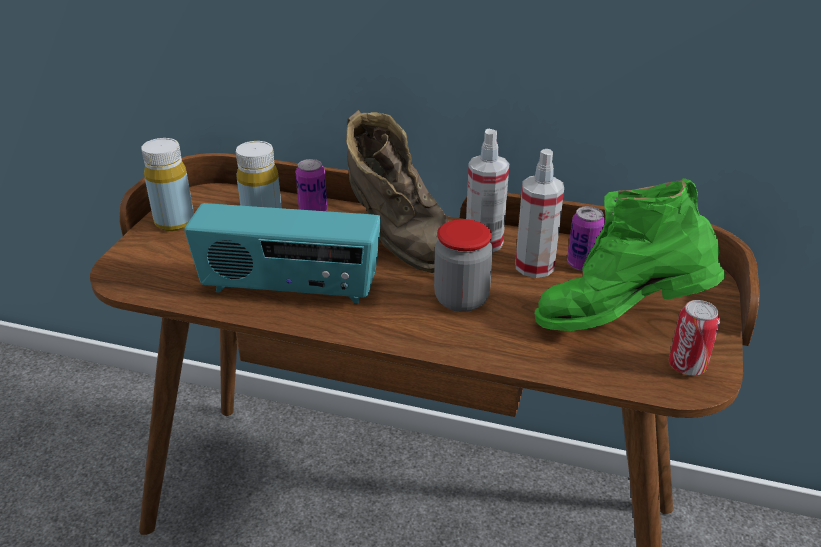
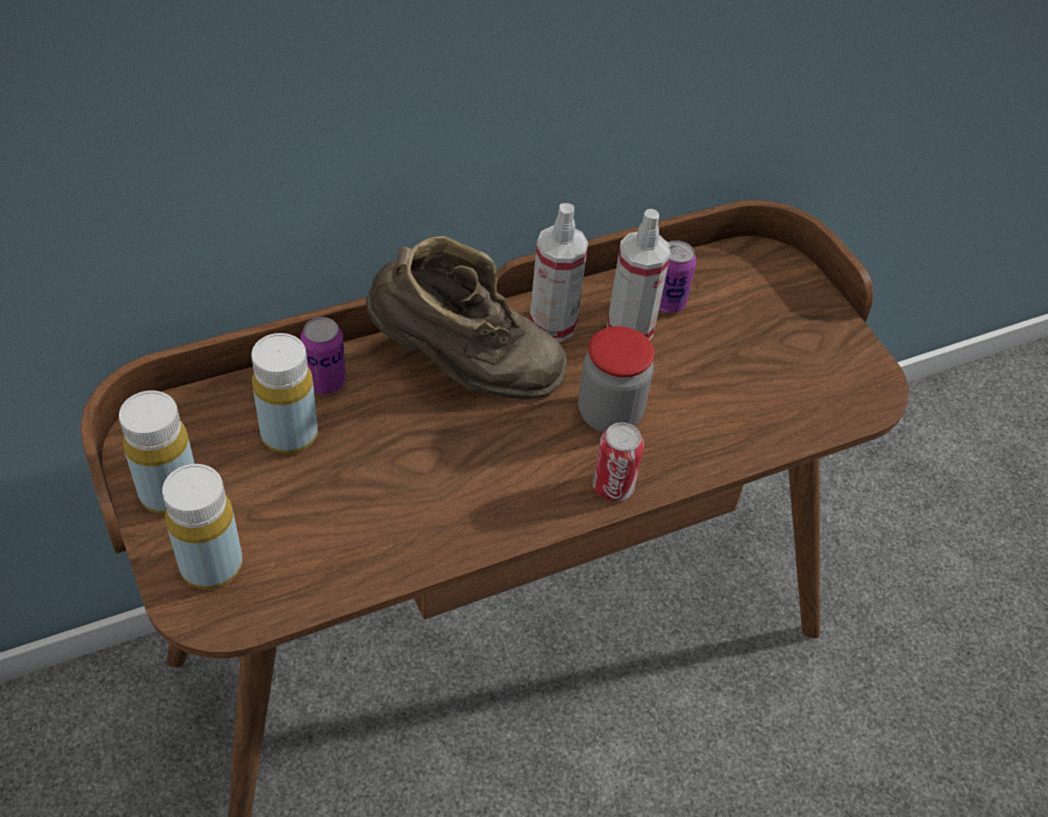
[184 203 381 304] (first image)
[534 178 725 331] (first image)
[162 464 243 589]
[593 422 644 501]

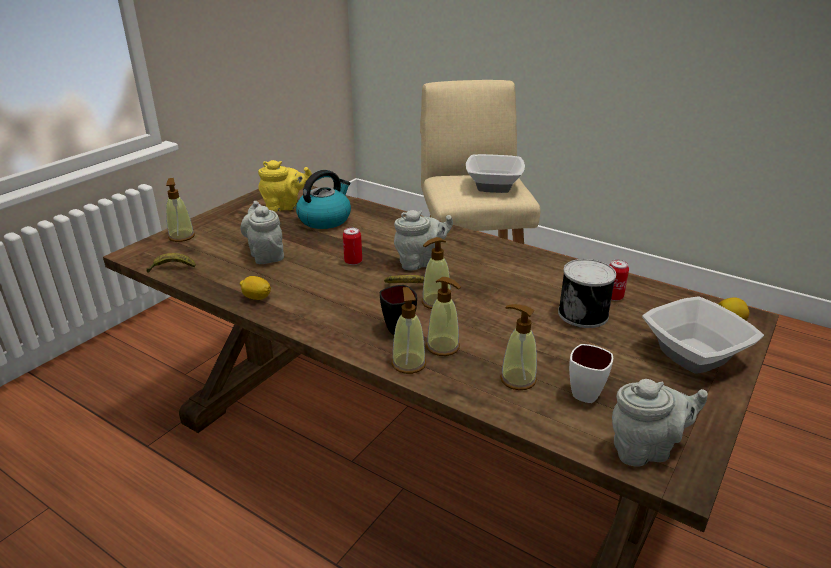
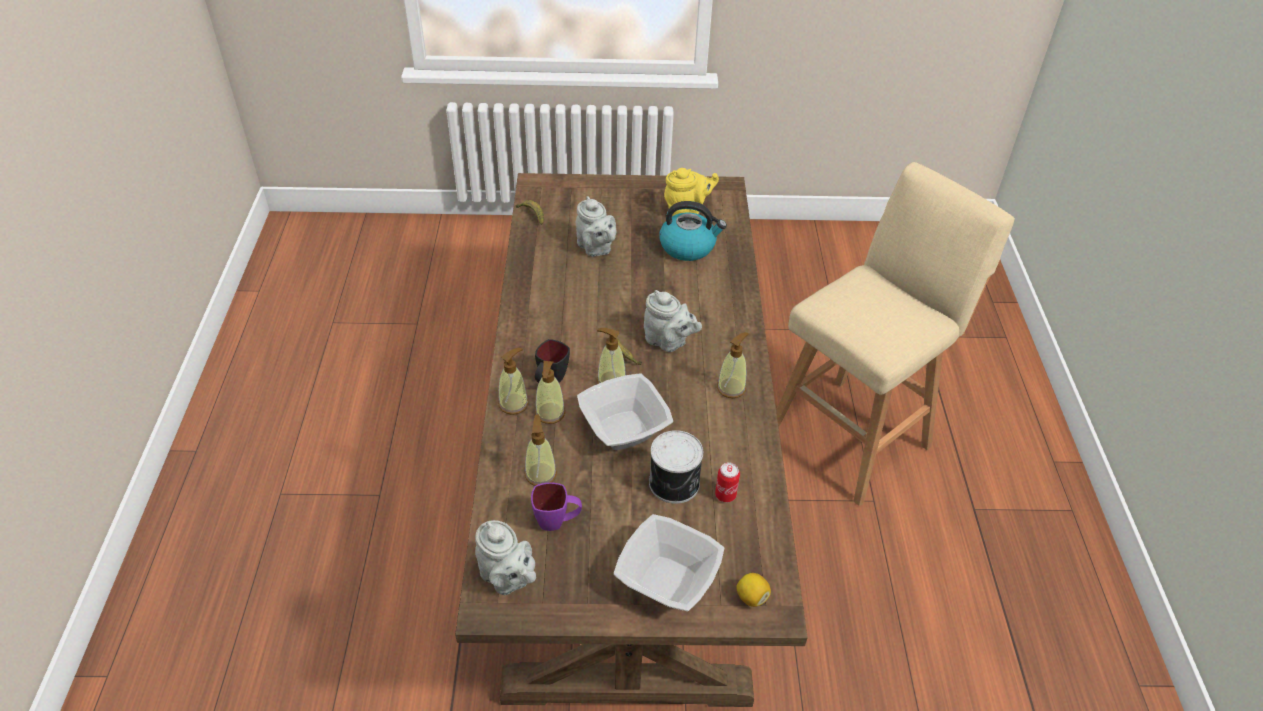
[240 276 271 300] (first image)
[343 227 362 265] (first image)
[717 332 749 398]
[577 373 673 450]
[531 483 582 531]
[576 196 617 257]
[664 168 719 216]

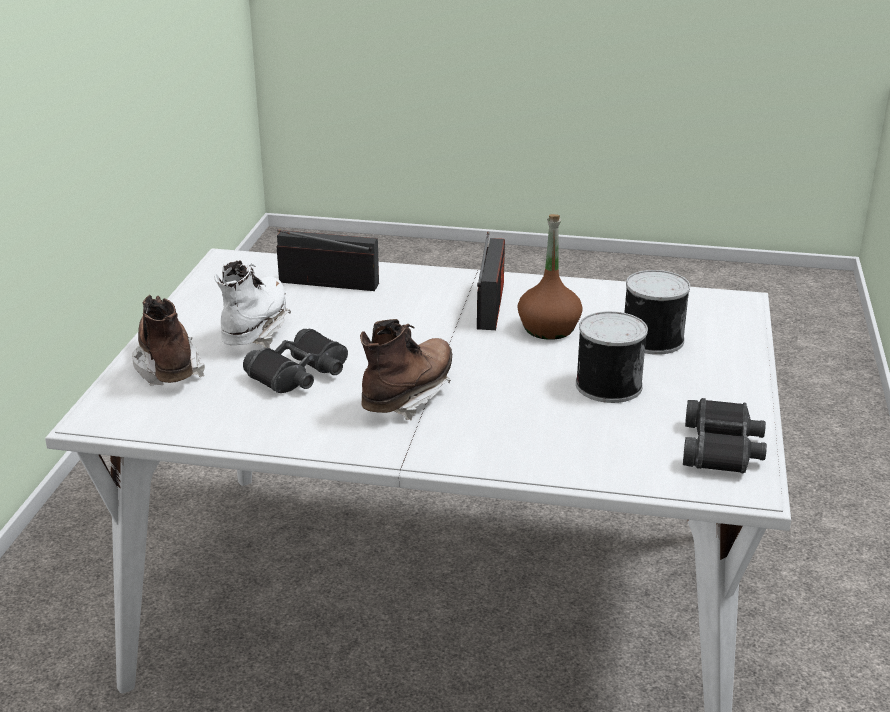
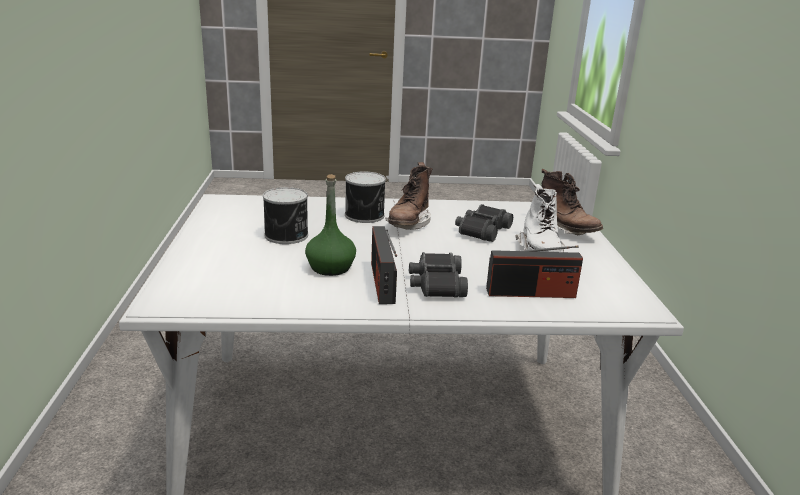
[345 171 386 223]
[409 252 468 298]
[305 174 356 276]

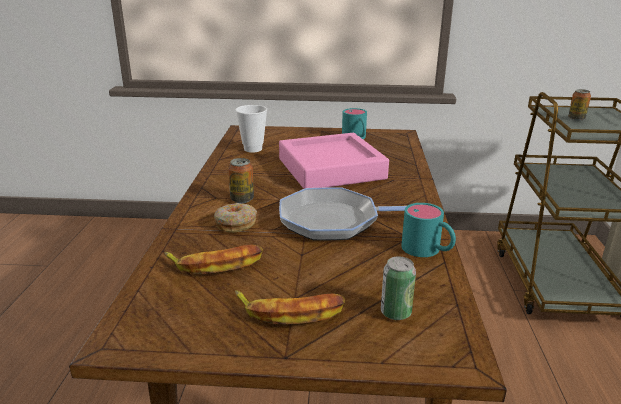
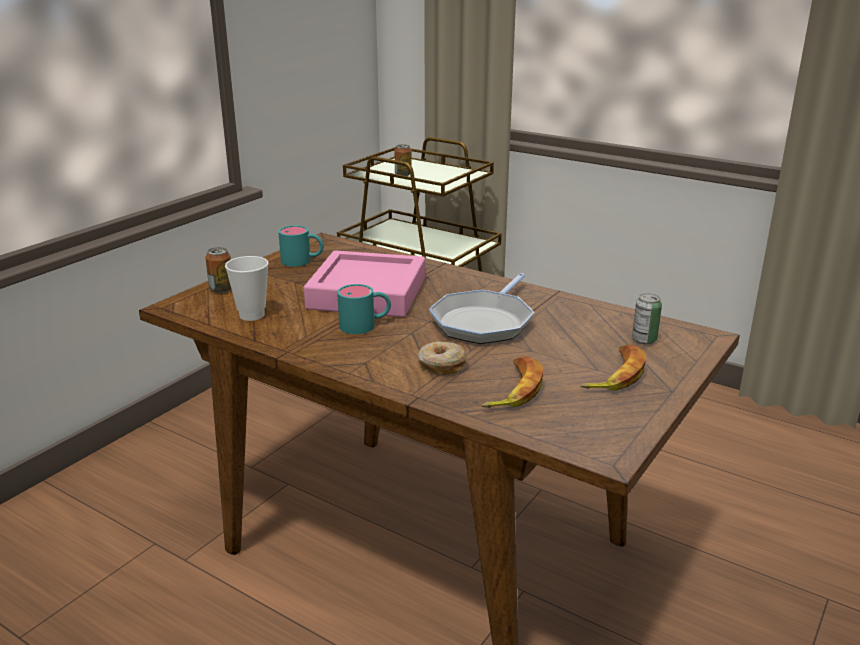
[206 247 231 293]
[337 284 391 334]

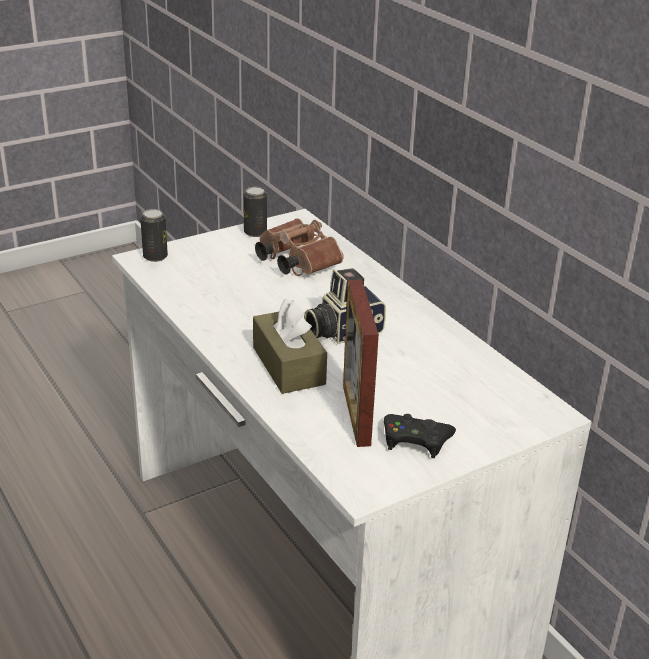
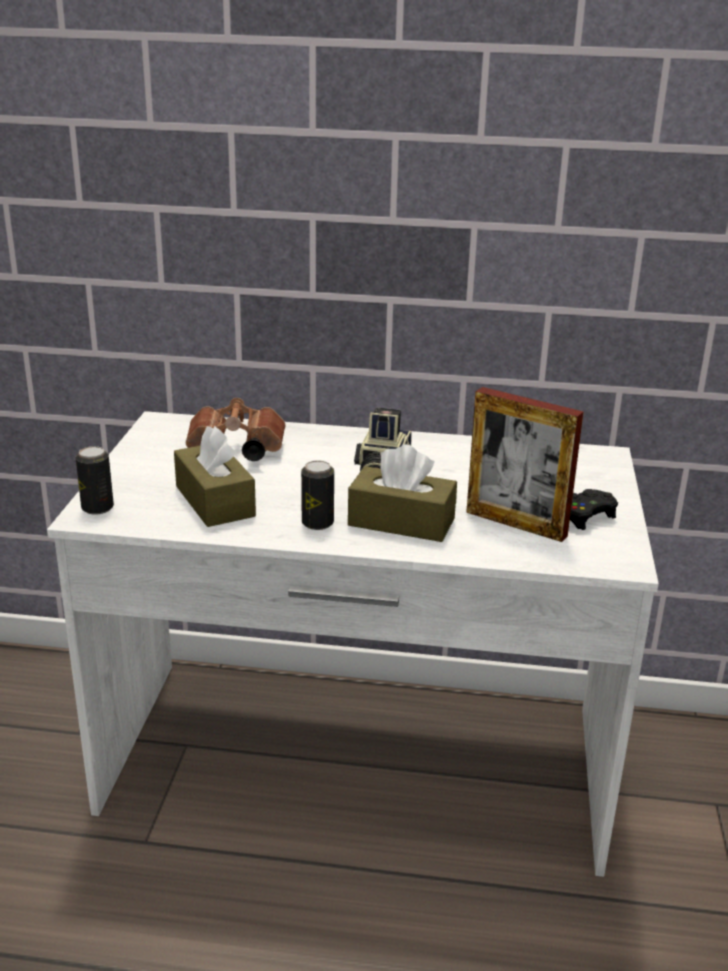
[174 426 256 527]
[301 460 334 530]

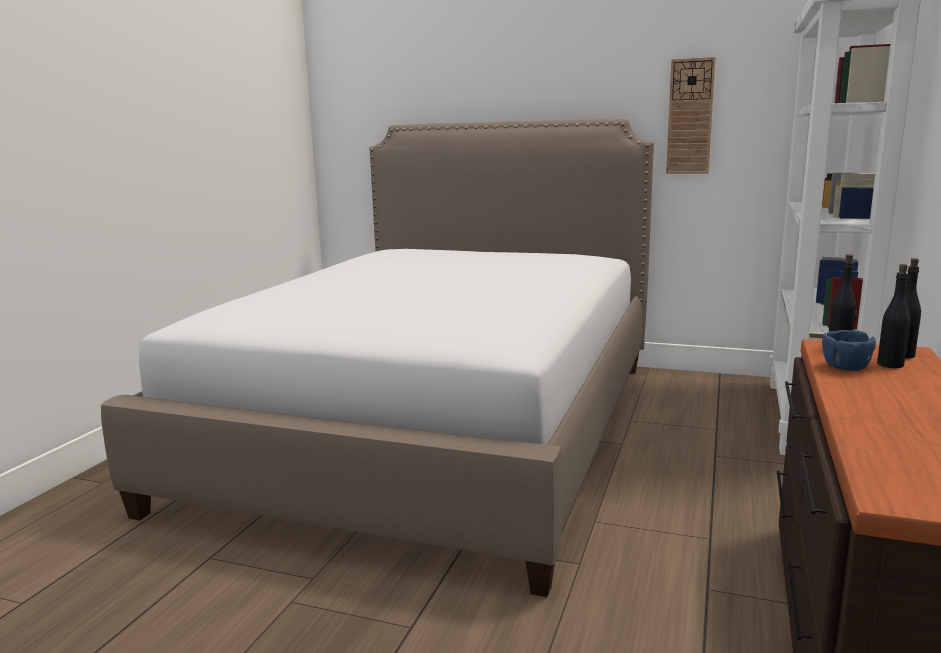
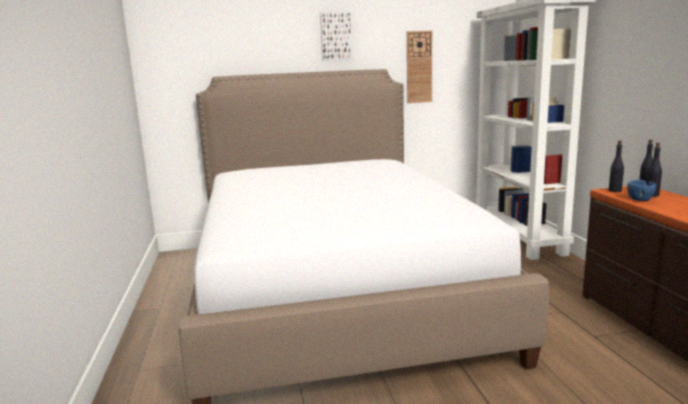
[320 12 353 61]

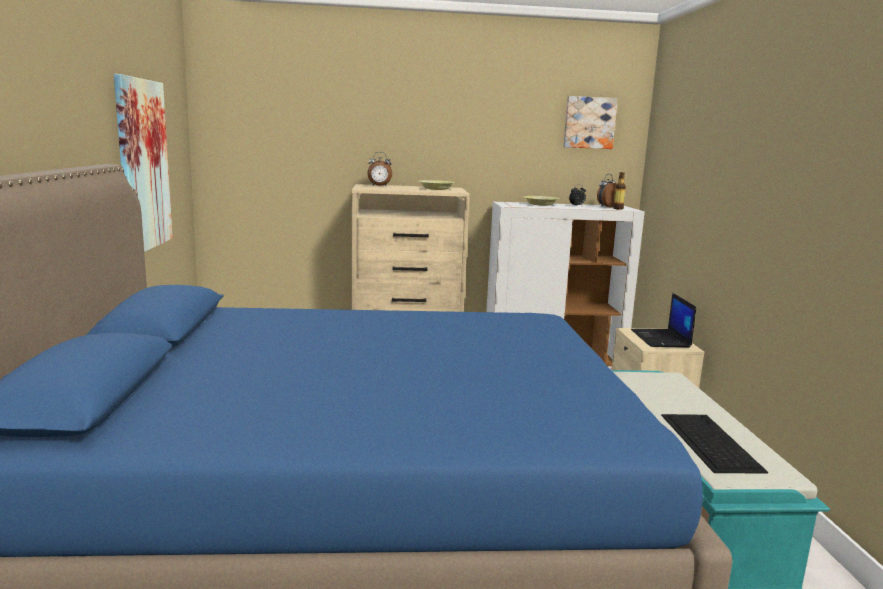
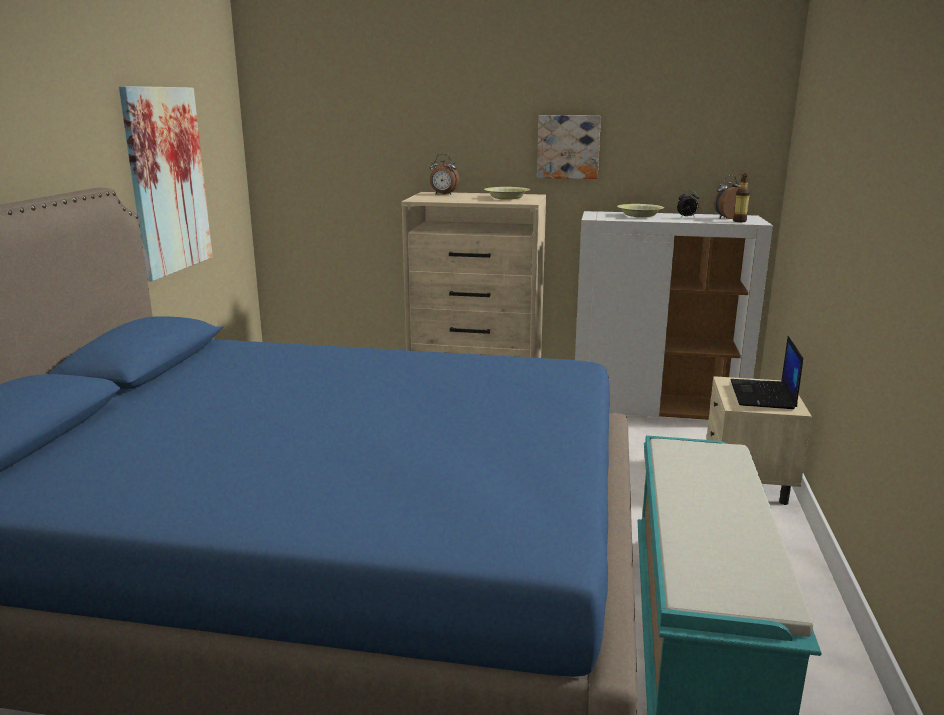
[661 414 768 474] (first image)
[537 115 601 179]

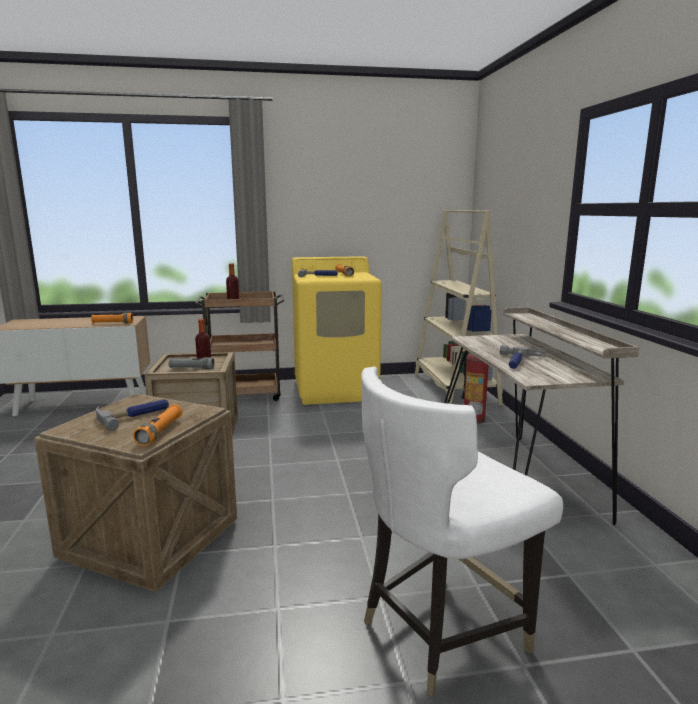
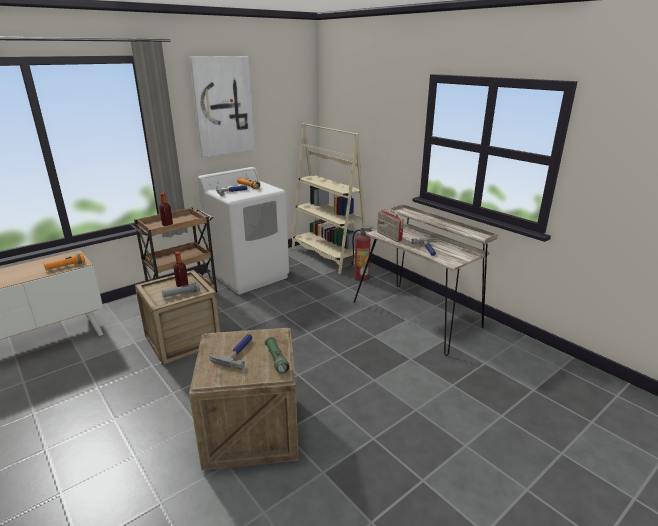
[361 367 563 697] (first image)
[189 56 255 157]
[377 209 404 242]
[265 337 290 374]
[198 167 289 295]

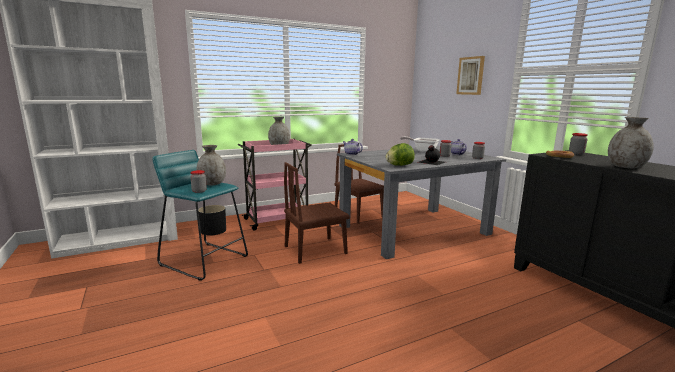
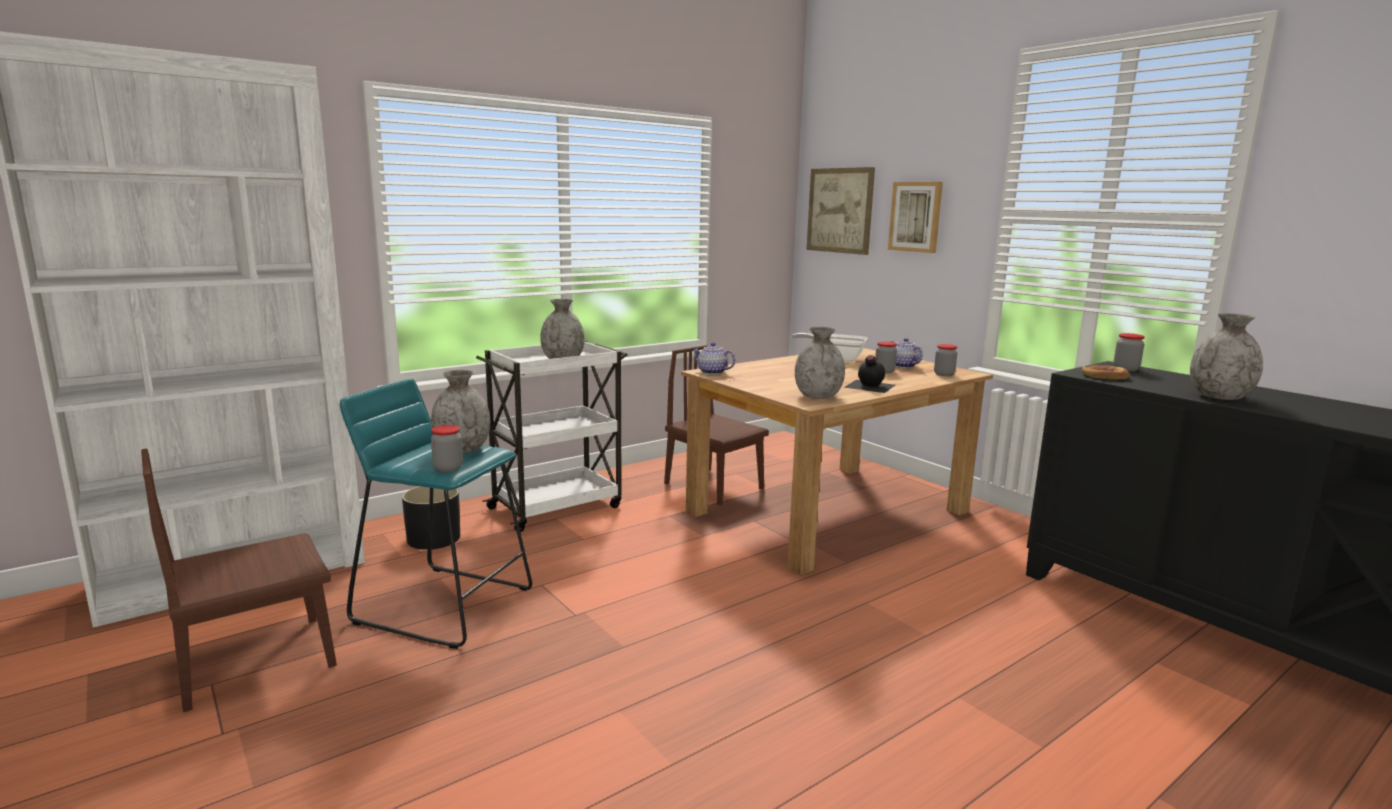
[806 167 875 255]
[141 449 337 712]
[795 327 845 399]
[476 340 628 532]
[681 348 993 575]

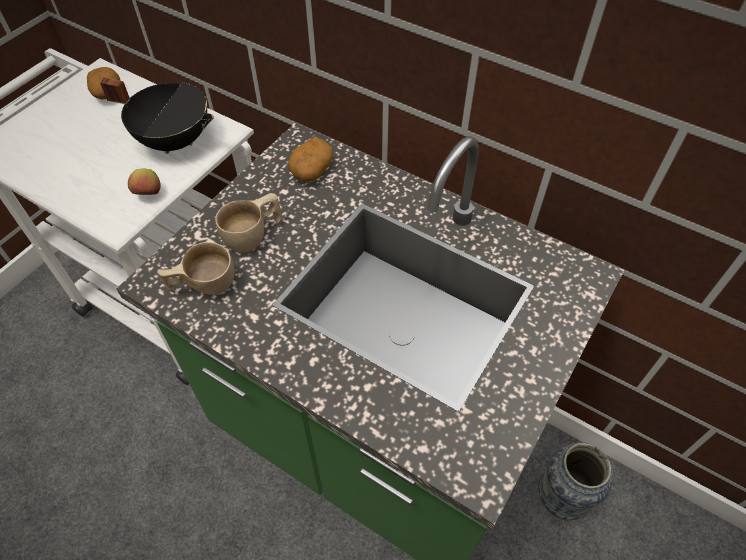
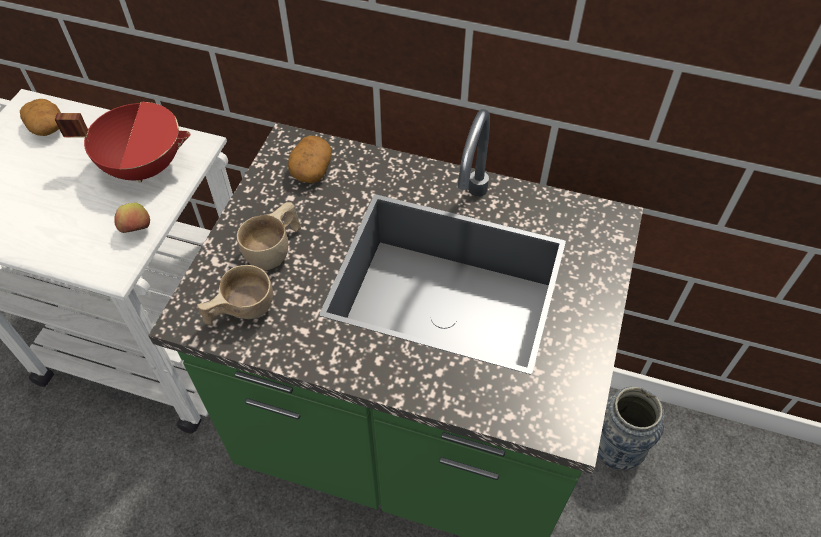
[55 102 191 183]

